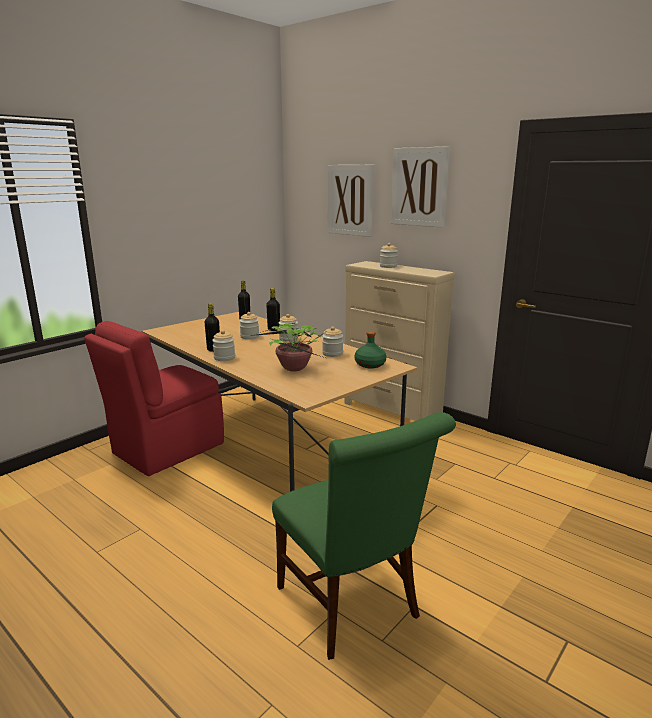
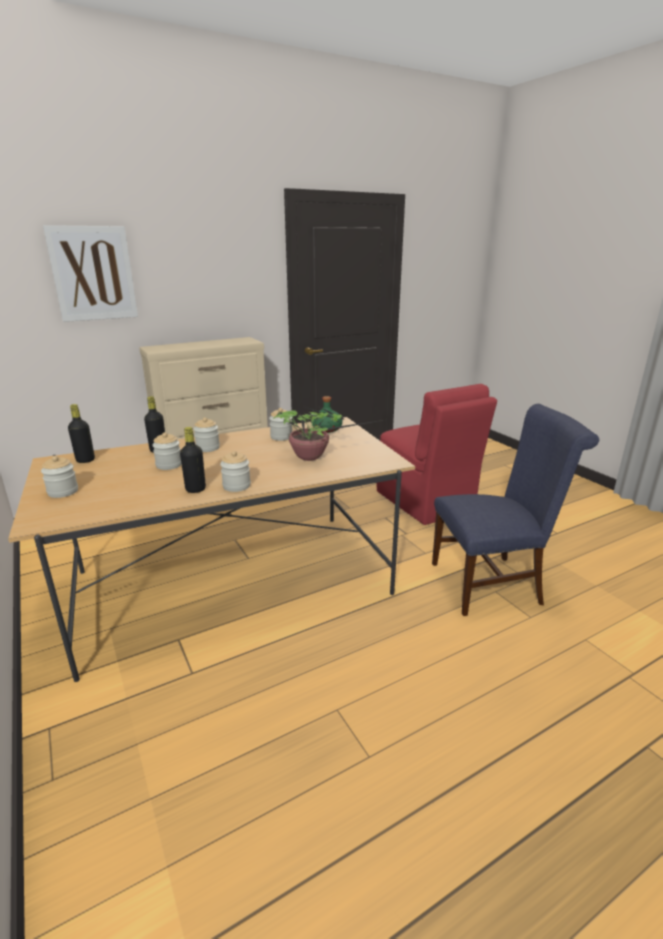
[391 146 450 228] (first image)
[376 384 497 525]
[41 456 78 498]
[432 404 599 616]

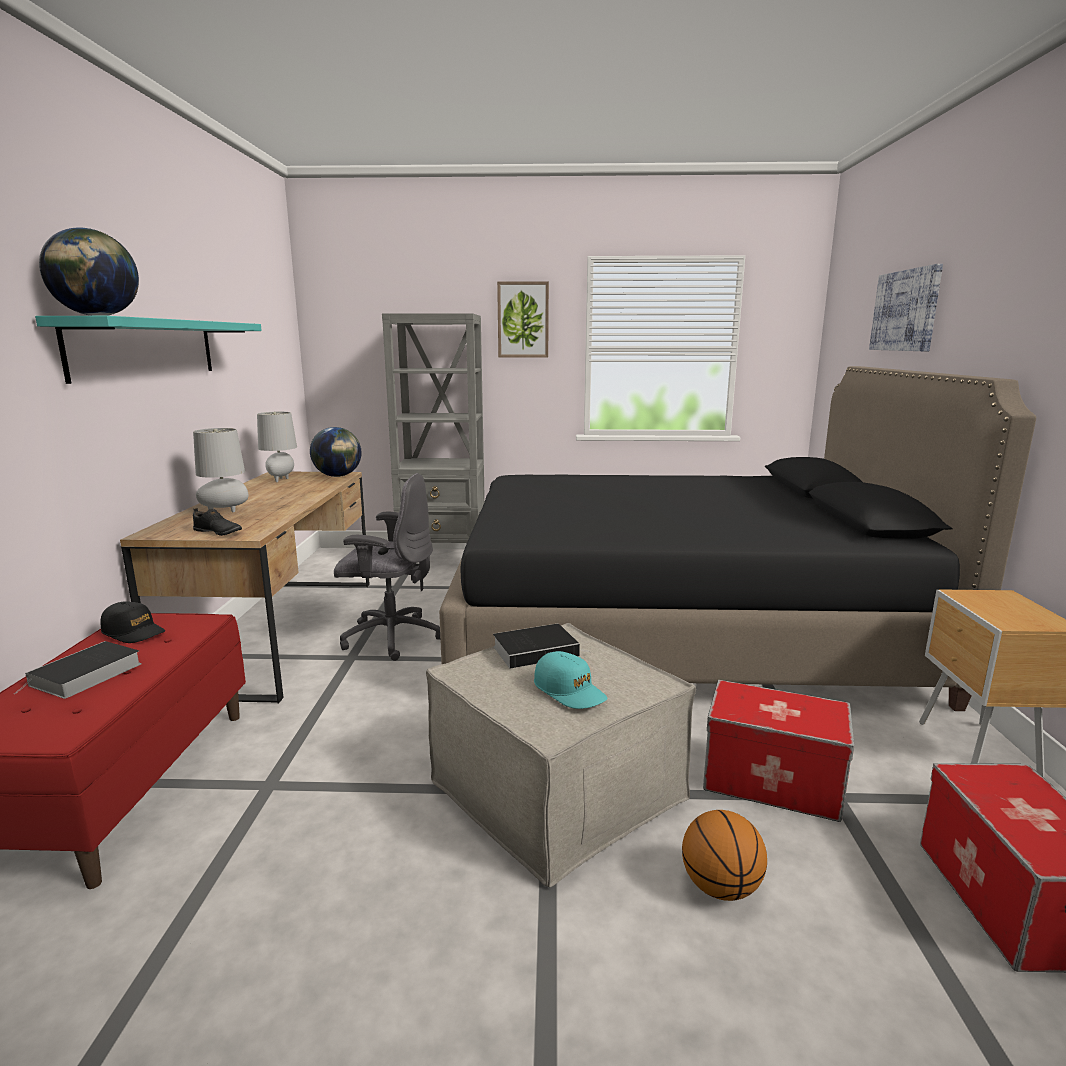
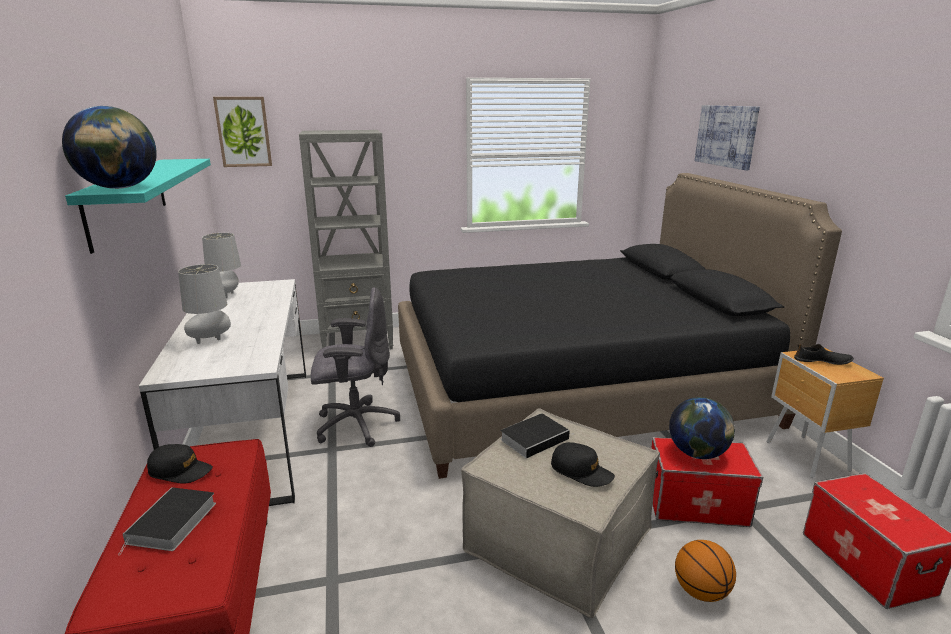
[794 344 854 365]
[669 397 735 459]
[213 97 272 167]
[139 279 306 506]
[551 442 615 487]

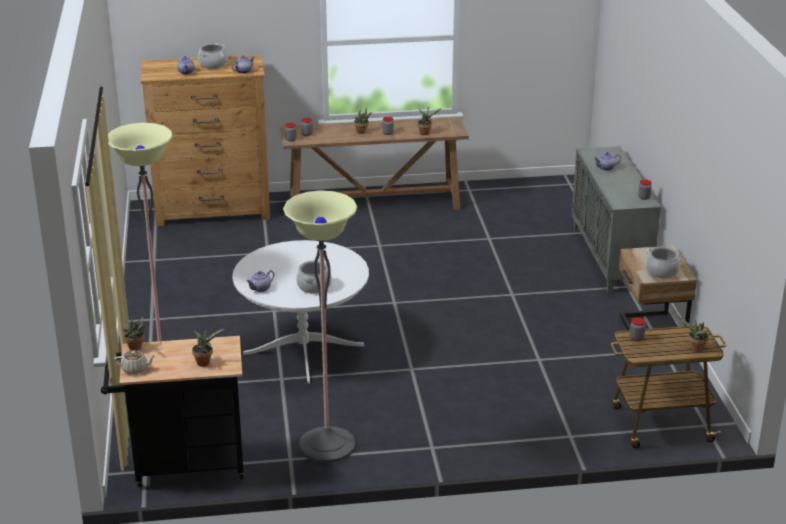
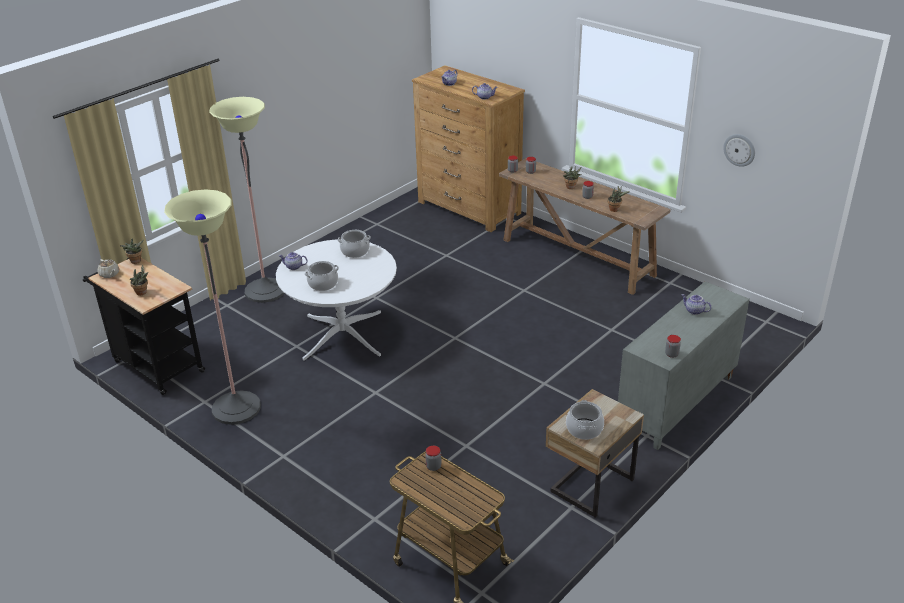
[678 316 709 352] (first image)
[723 134 755 167]
[337 230 371 258]

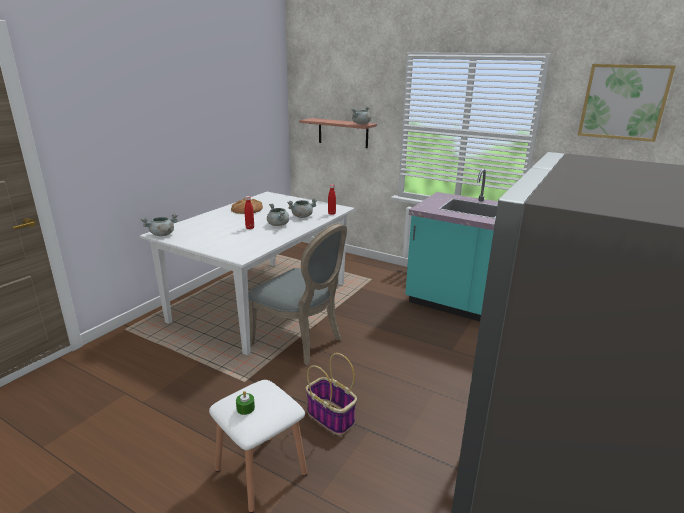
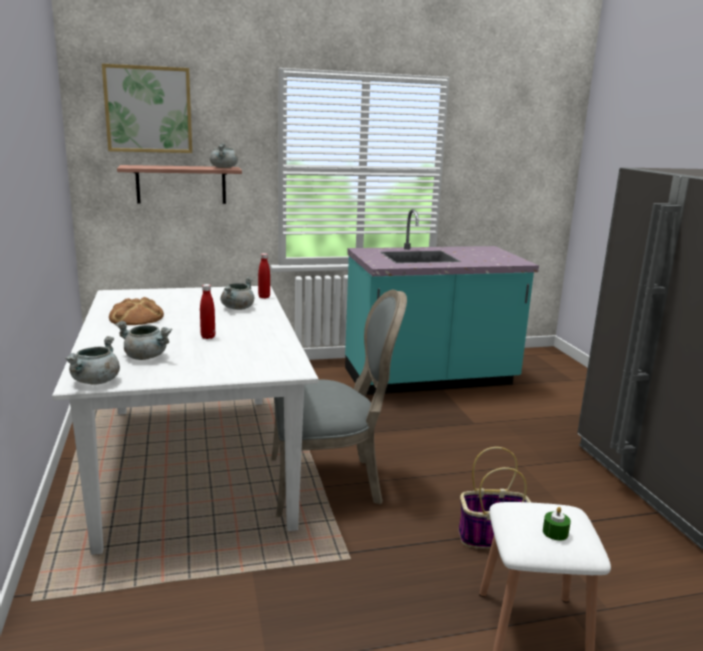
[115 321 172 360]
[102 64 192 153]

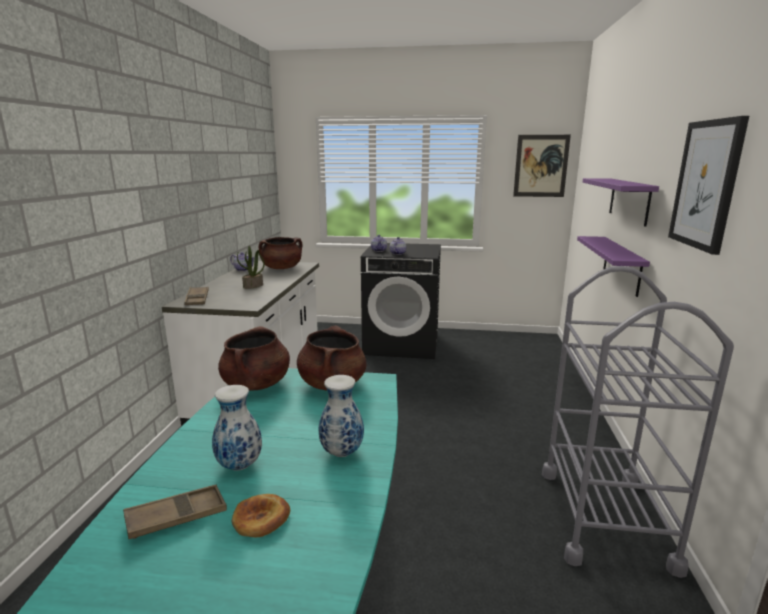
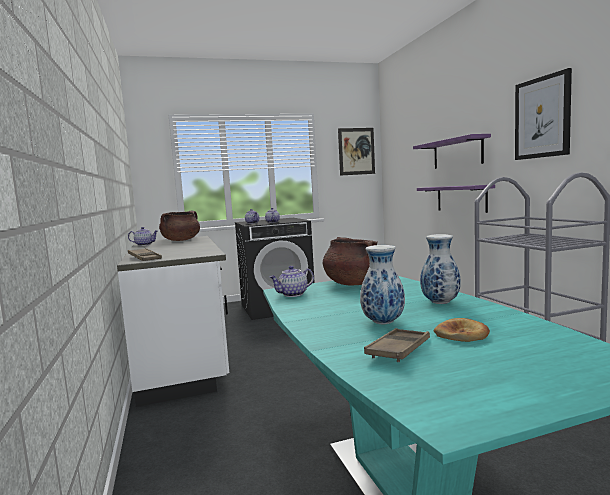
[237 246 265 289] (first image)
[269 266 314 297]

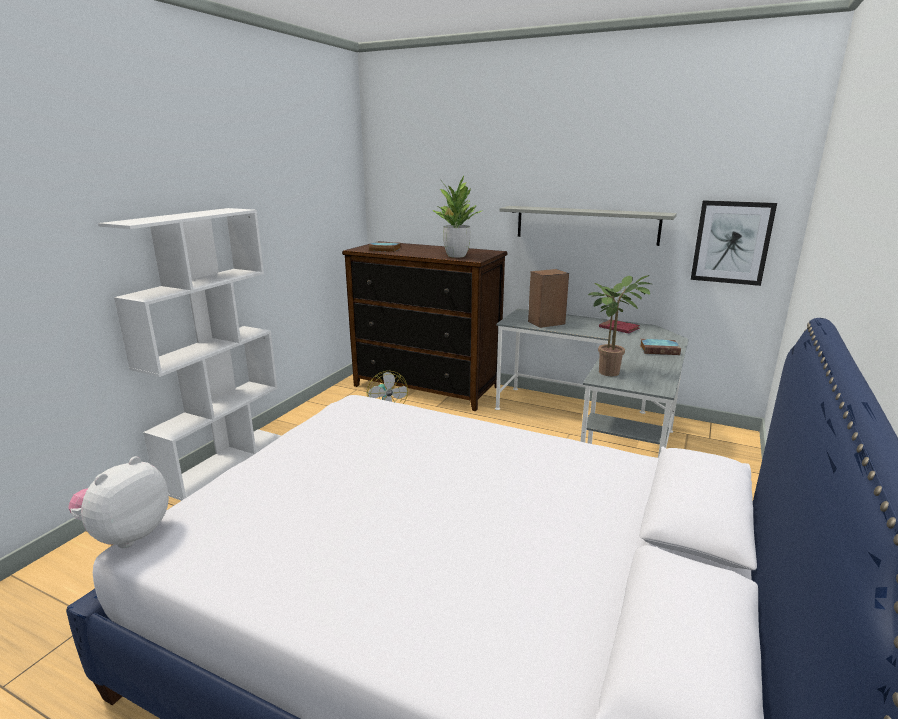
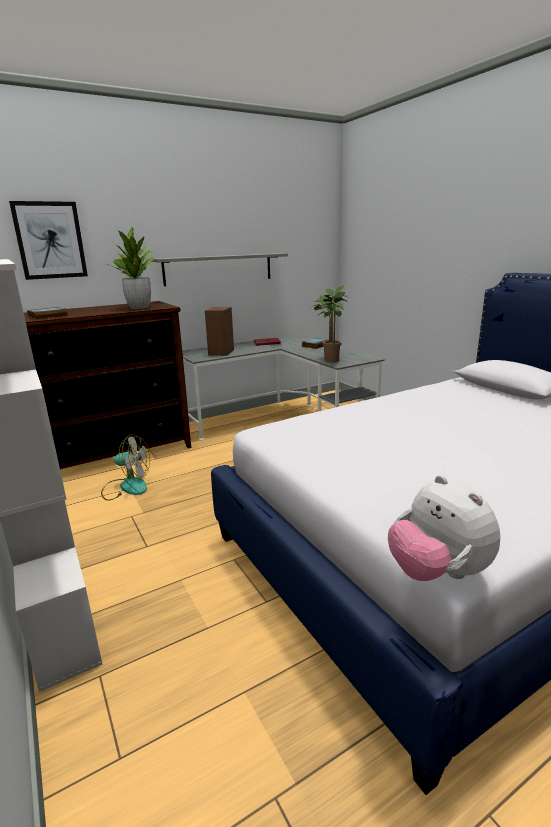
[9 201 88 280]

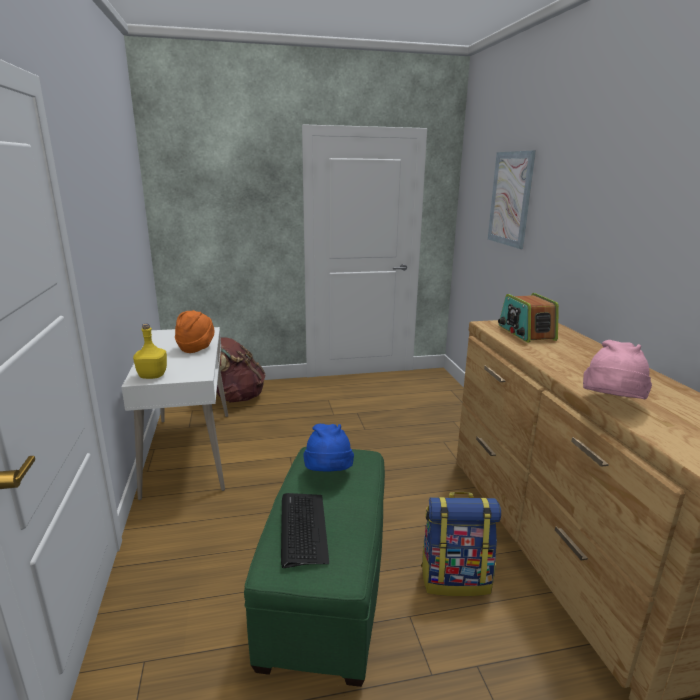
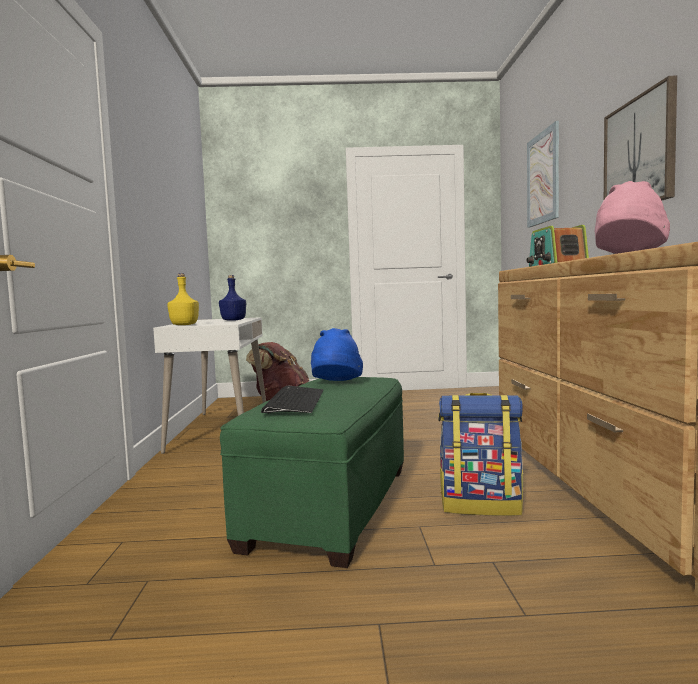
[604 76 677 200]
[219 275 246 321]

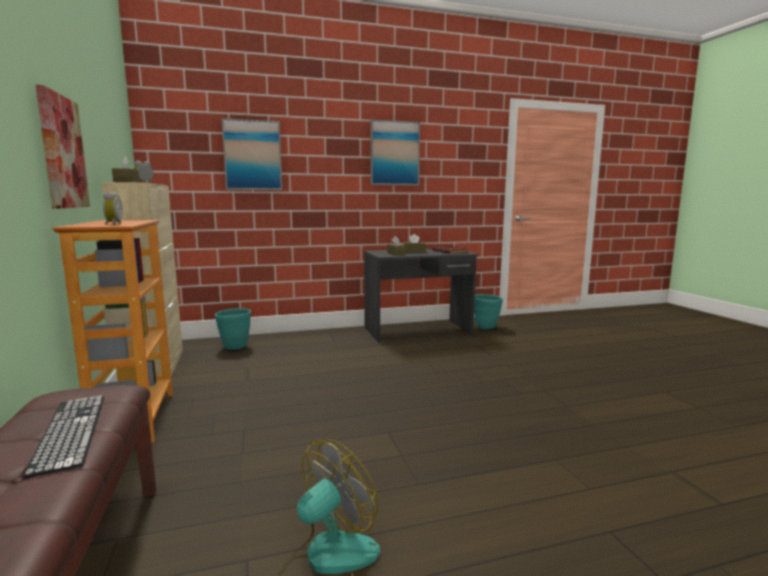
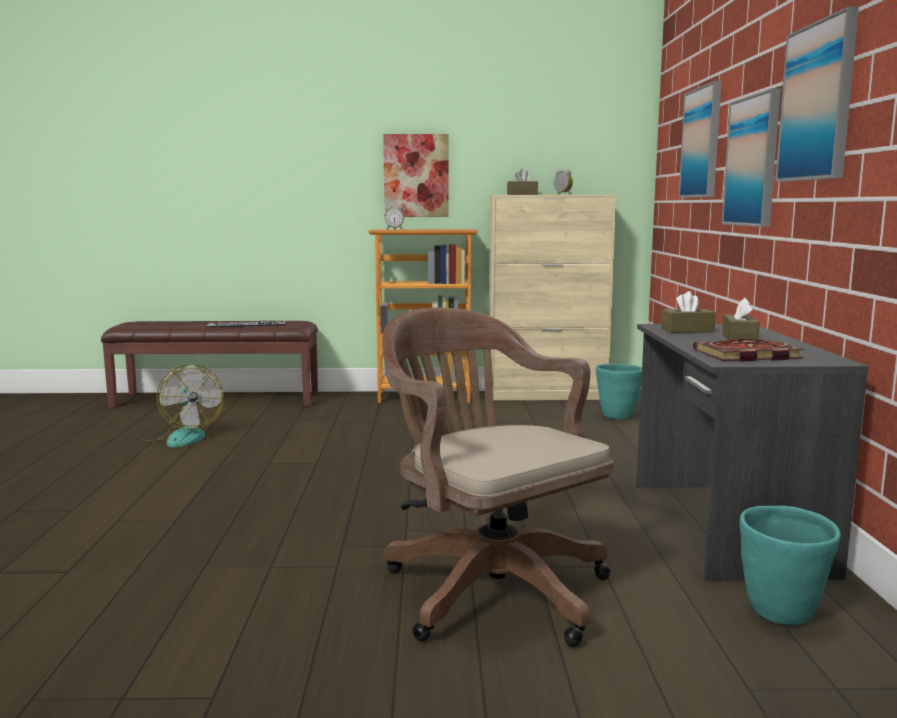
[382 308 614 647]
[722 88 781 227]

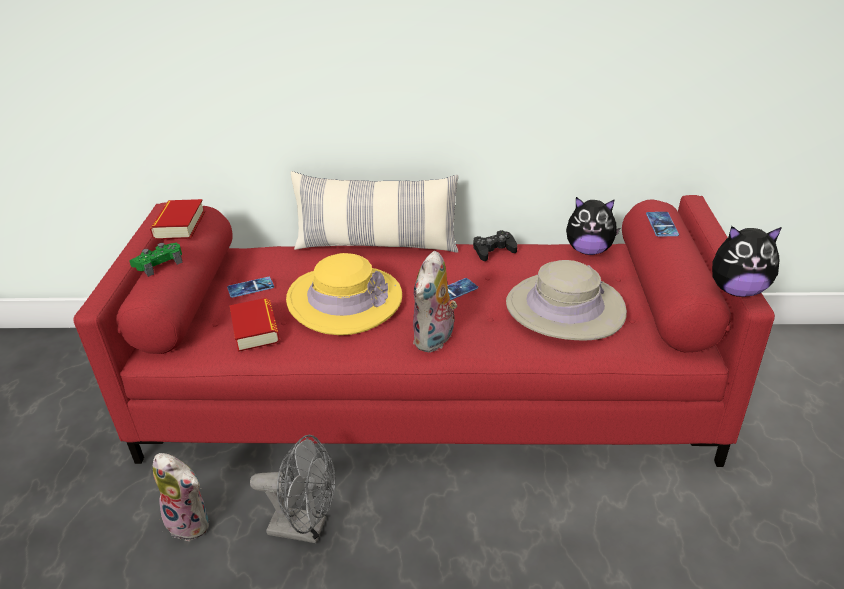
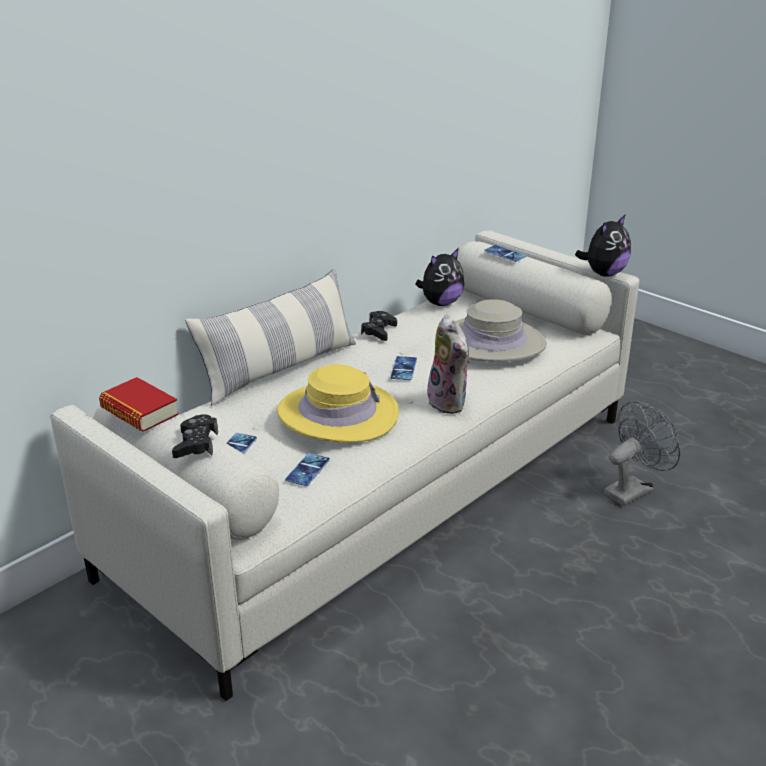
[153 453 209 542] (first image)
[604 401 680 506]
[285 453 330 486]
[50 230 640 701]
[172 414 218 458]

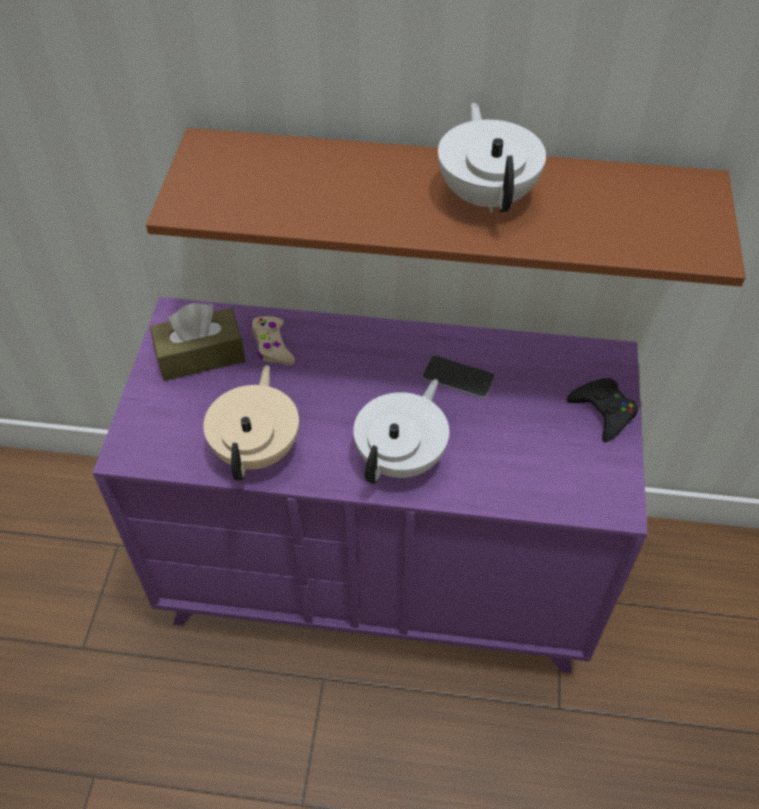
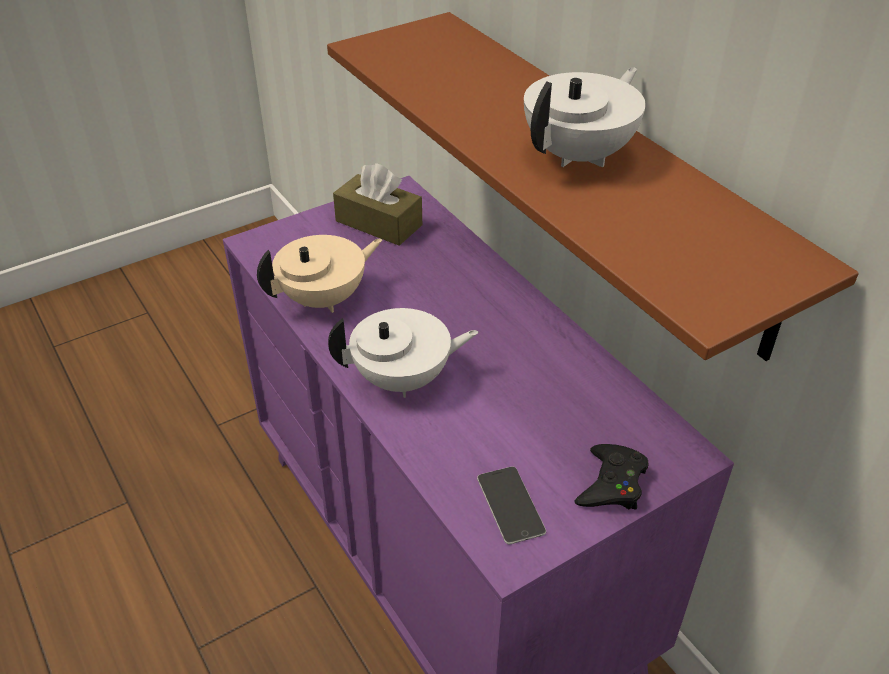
[251 316 295 365] (first image)
[477 466 546 544]

